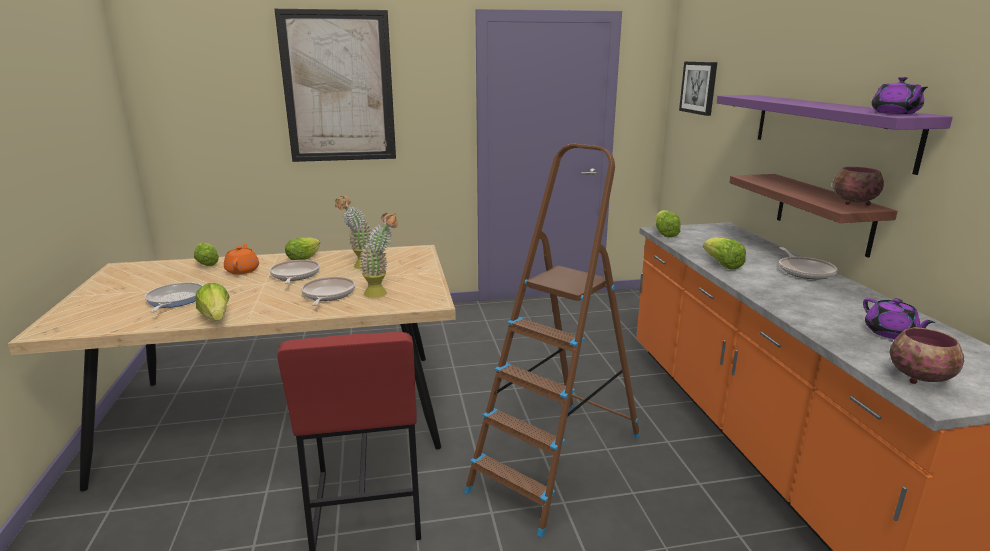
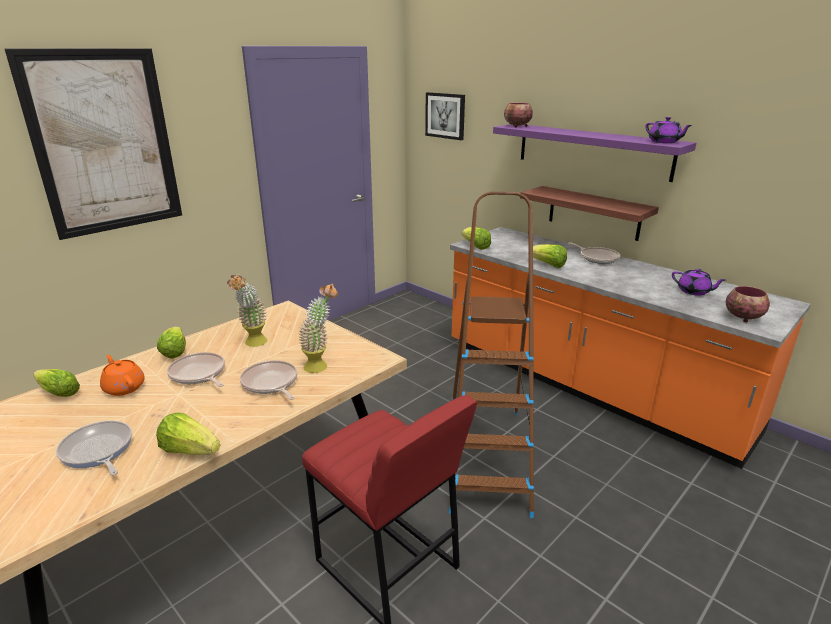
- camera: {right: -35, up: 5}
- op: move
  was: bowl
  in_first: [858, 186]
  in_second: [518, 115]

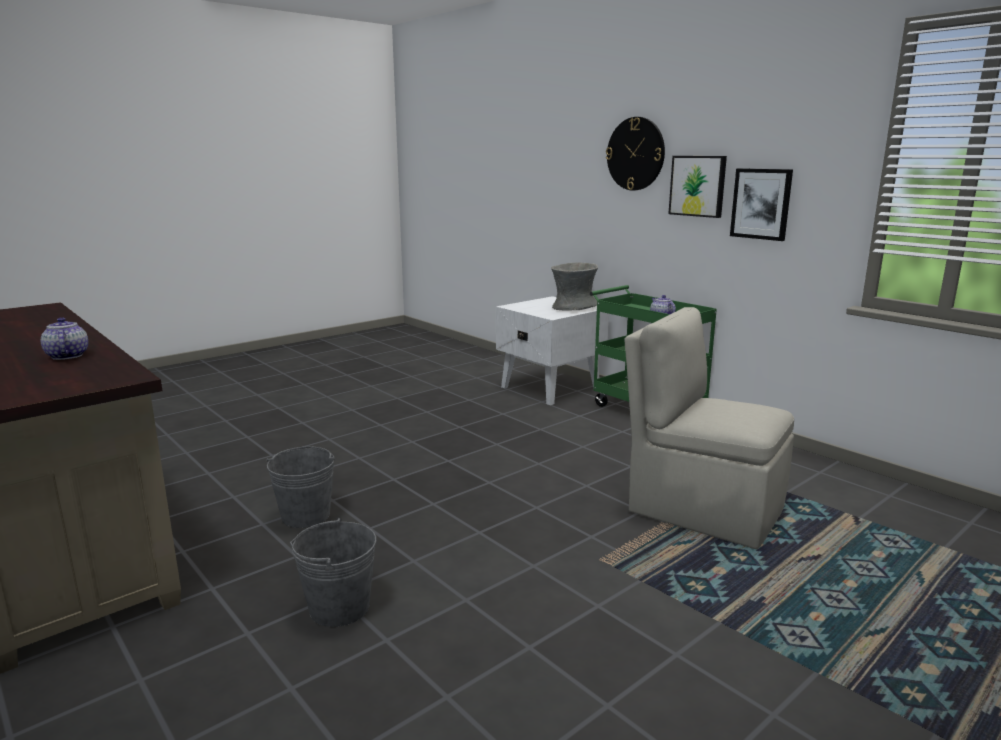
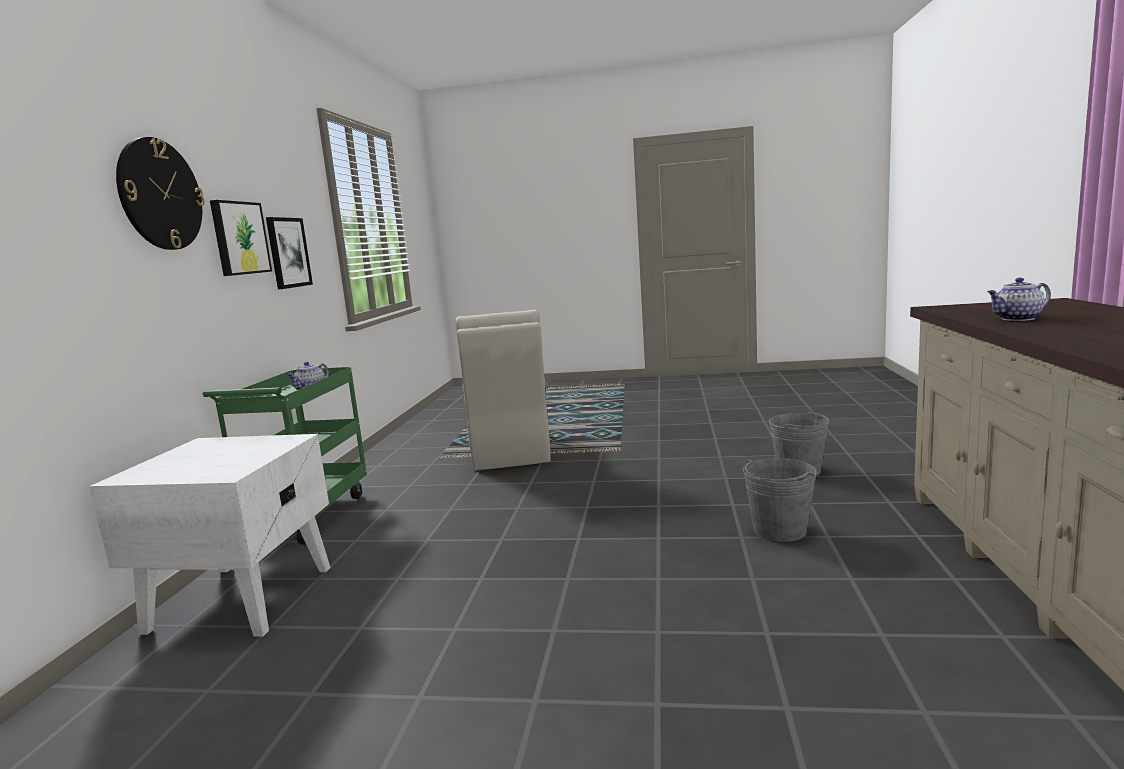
- camera: {right: -130, up: -5}
- op: rotate
  was: teapot
  in_first: [64, 338]
  in_second: [1019, 299]
  clockwise: 60
- op: delete
  was: vase (grey)
  in_first: [574, 286]

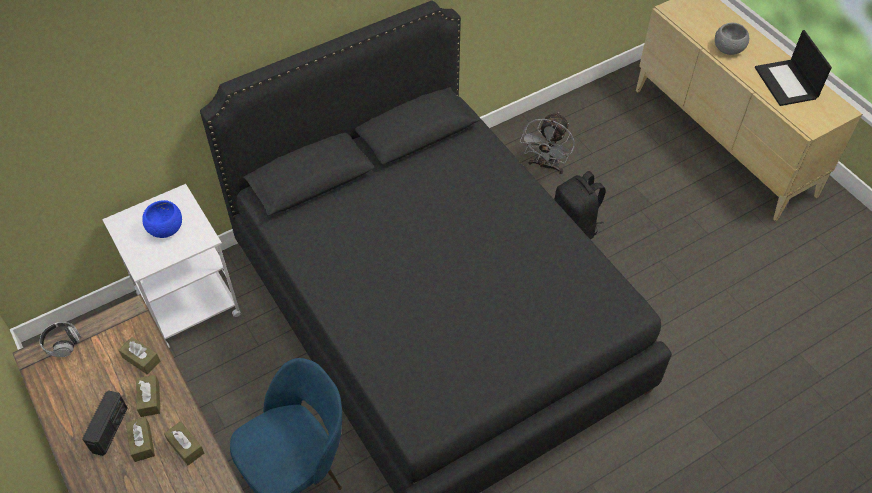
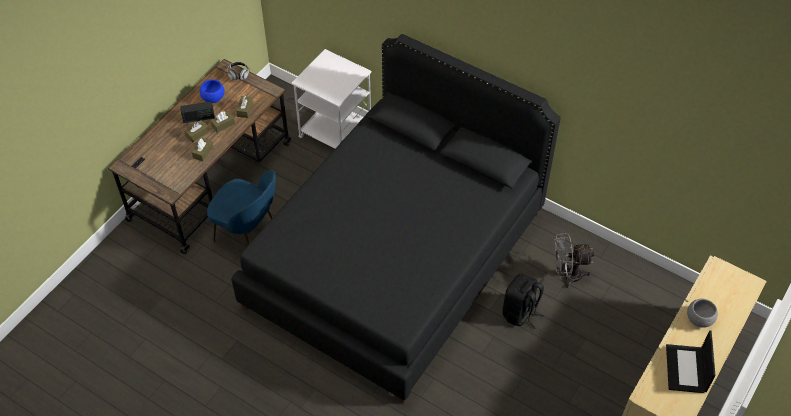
- camera: {right: 65, up: 0}
- op: move
  was: bowl (blue)
  in_first: [162, 219]
  in_second: [212, 91]
- op: rotate
  was: laptop
  in_first: [793, 68]
  in_second: [690, 361]
  clockwise: -45

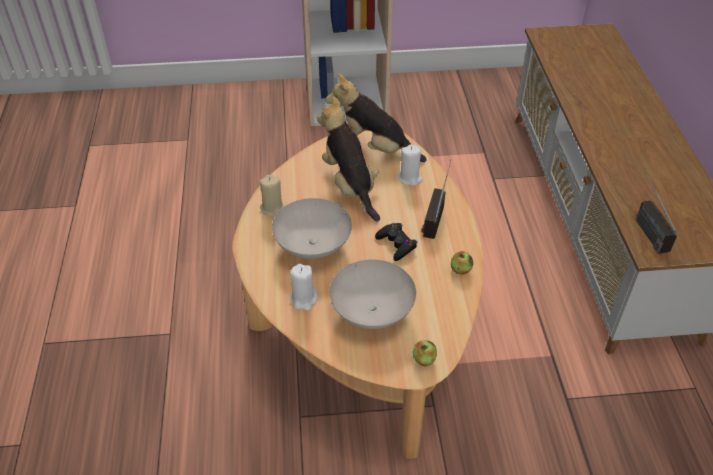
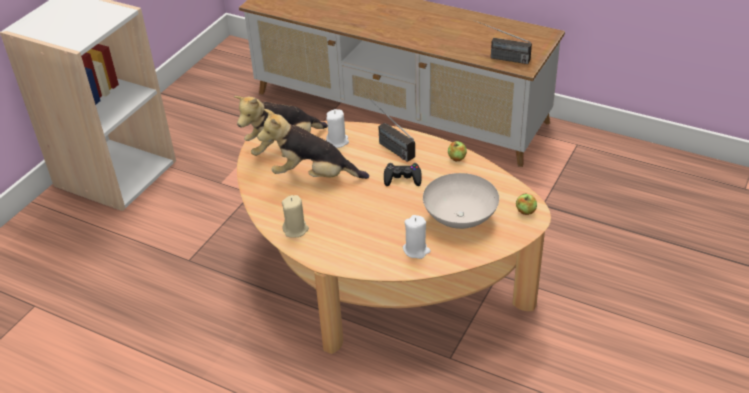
- camera: {right: -55, up: -5}
- op: delete
  was: bowl (white)
  in_first: [312, 228]

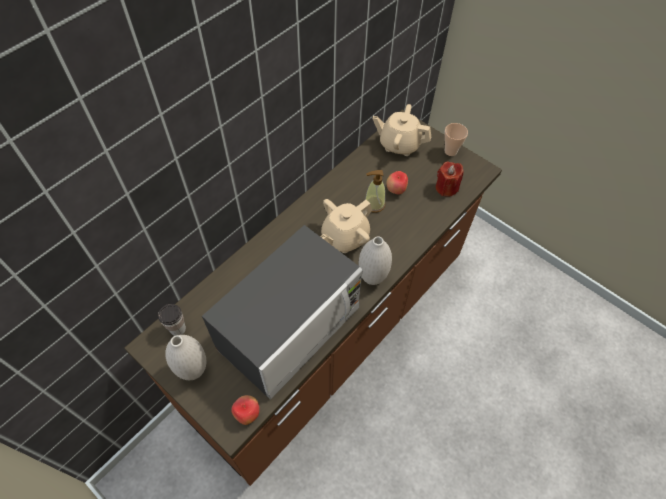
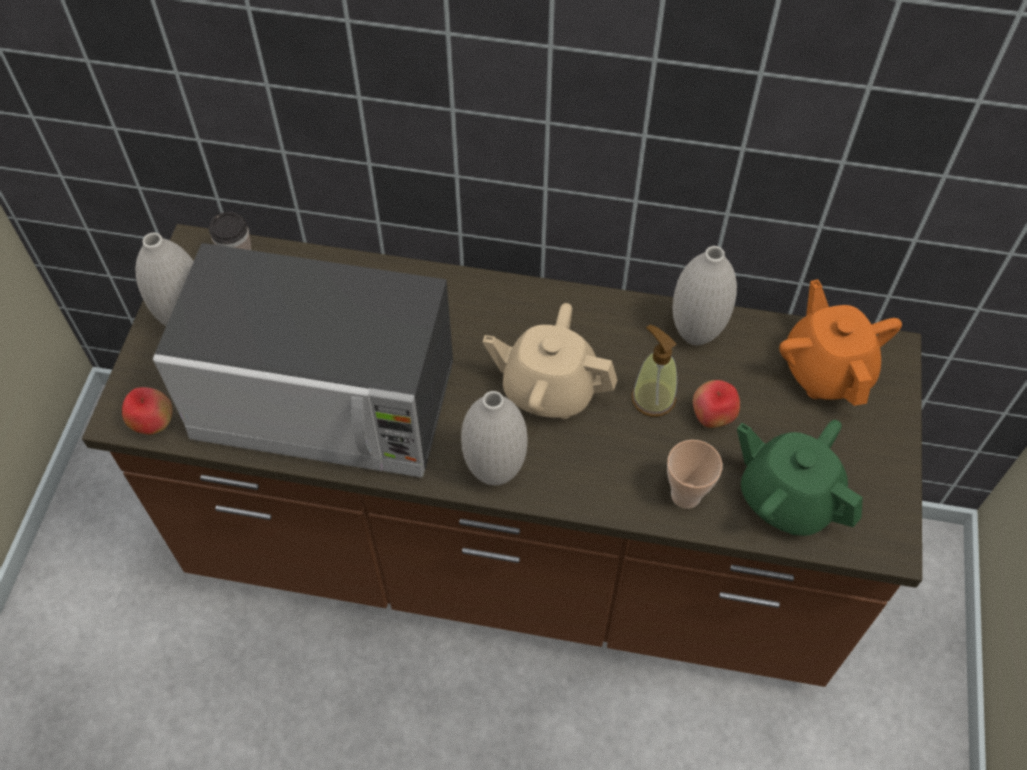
- camera: {right: 60, up: 0}
- op: move
  was: cup
  in_first: [456, 139]
  in_second: [694, 474]
- op: insert
  now: vase (white)
  in_second: [705, 295]
- op: replace
  was: candle (red)
  now: teapot (green)
  in_first: [449, 179]
  in_second: [800, 478]
- op: recolor
  was: teapot (beige)
  now: teapot (orange)
  in_first: [402, 130]
  in_second: [840, 342]

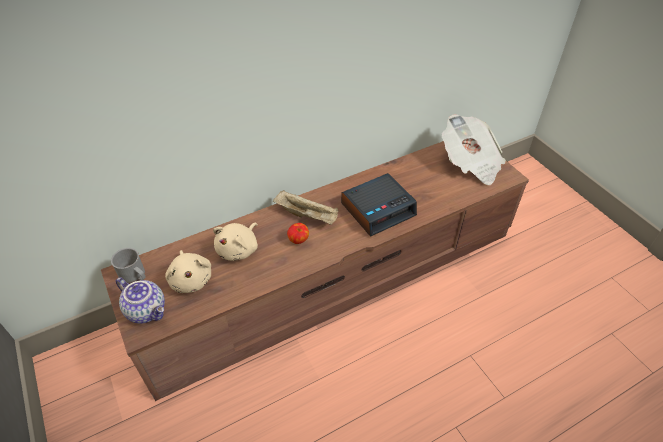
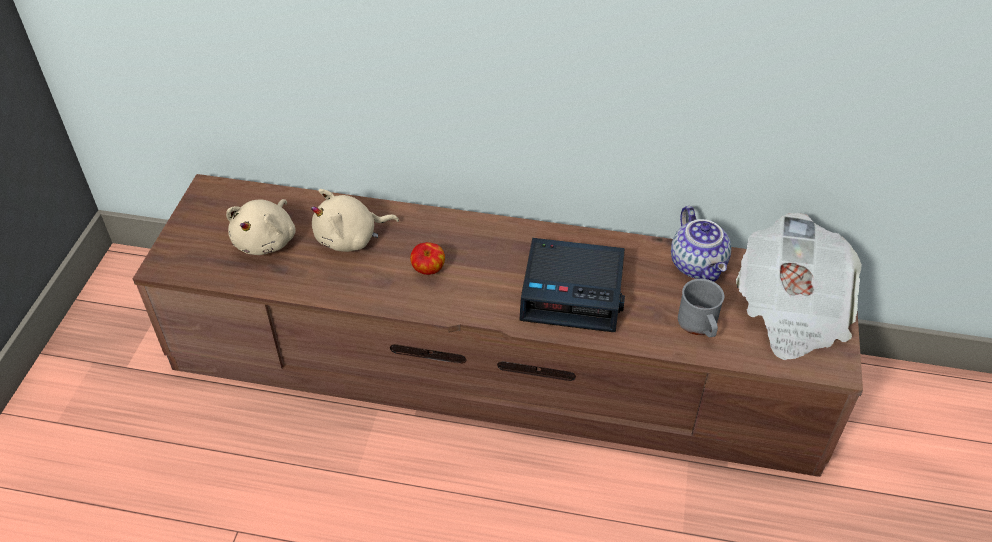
- camera: {right: 40, up: 0}
- op: move
  was: teapot
  in_first: [140, 300]
  in_second: [701, 244]
- op: move
  was: mug (grey)
  in_first: [128, 266]
  in_second: [701, 308]
- op: delete
  was: tray (beige)
  in_first: [306, 207]

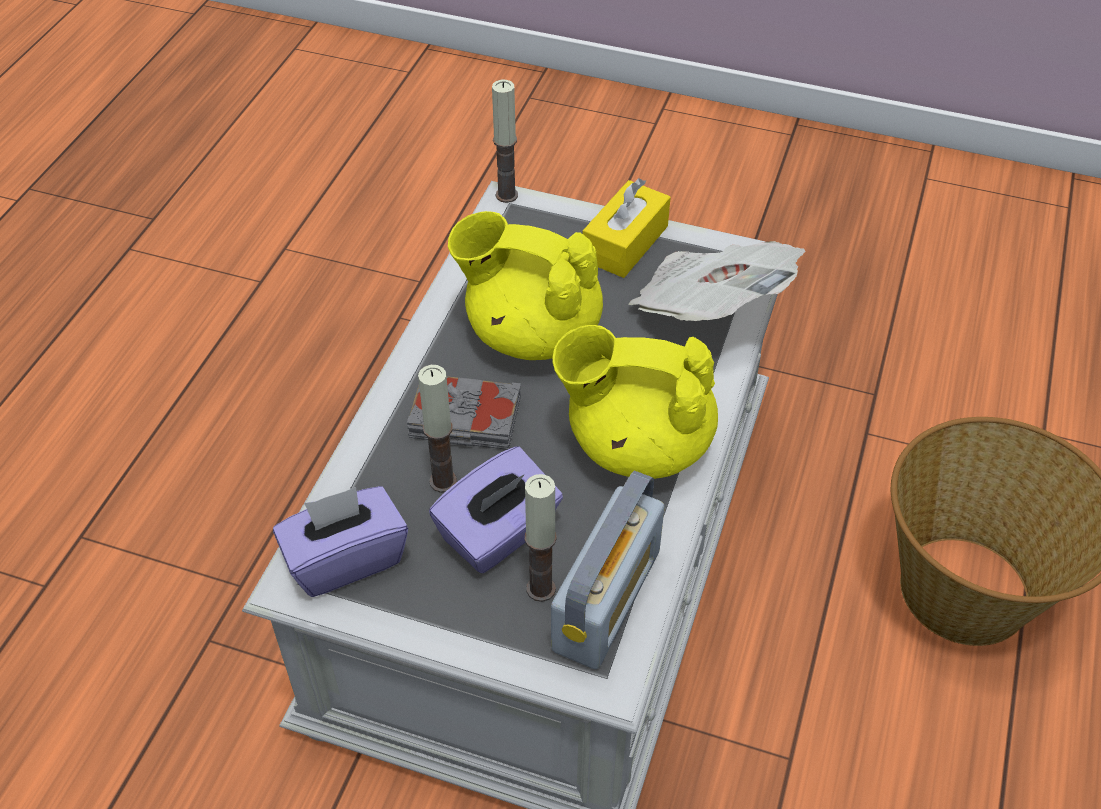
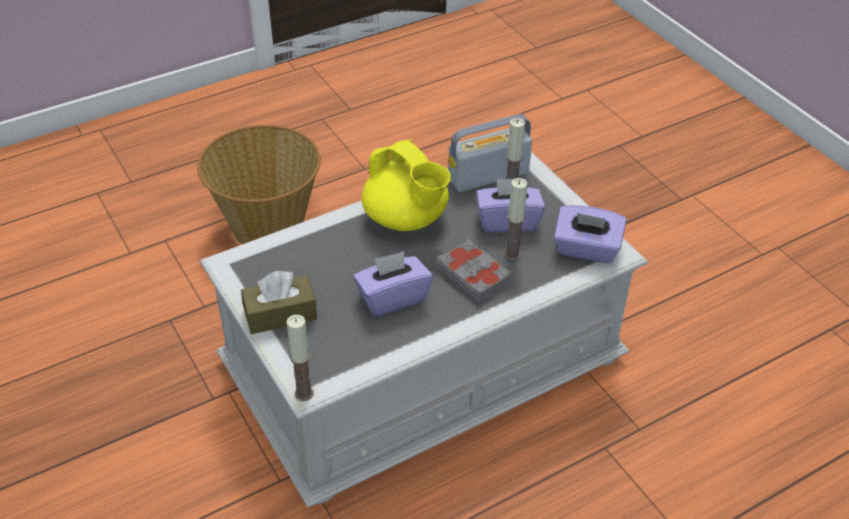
- camera: {right: -140, up: -5}
- op: recolor
  was: tissue box (yellow)
  now: tissue box (brown)
  in_first: [627, 228]
  in_second: [279, 302]
- op: replace
  was: teapot (yellow)
  now: tissue box (purple)
  in_first: [525, 285]
  in_second: [393, 284]
- op: delete
  was: newspaper
  in_first: [717, 281]

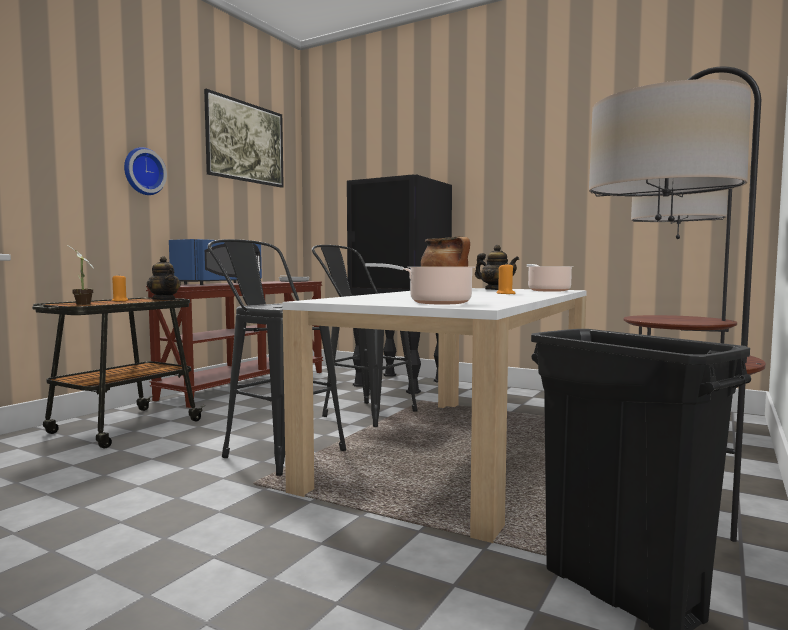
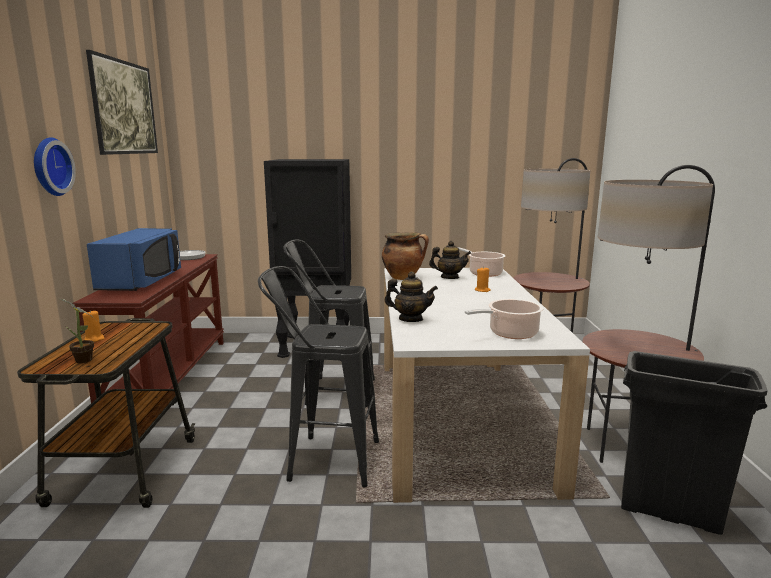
- camera: {right: -30, up: 10}
- op: move
  was: teapot
  in_first: [164, 278]
  in_second: [411, 296]

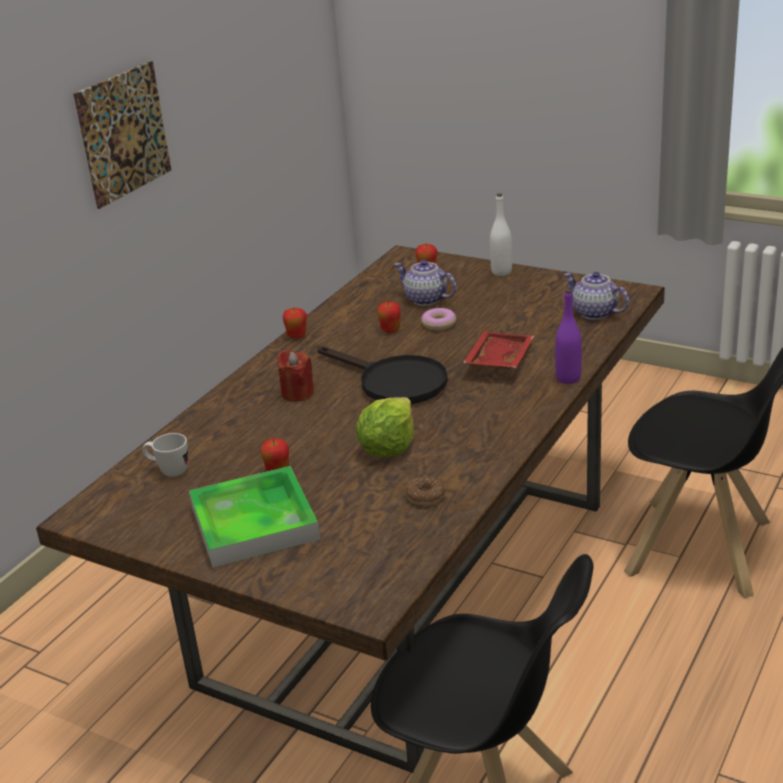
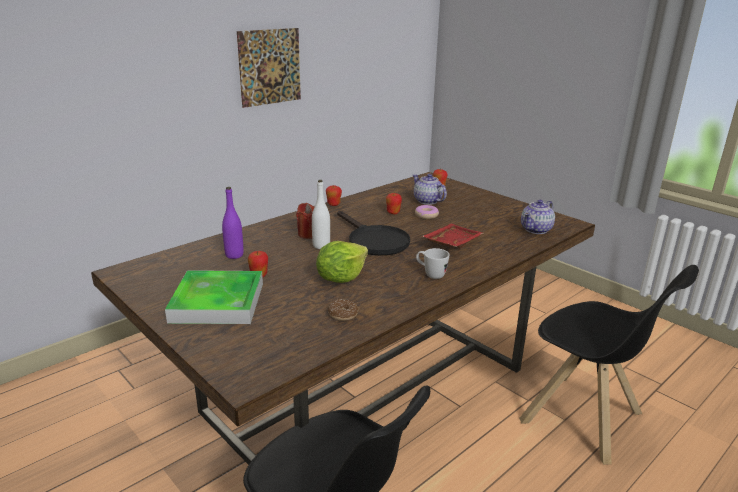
- camera: {right: 15, up: -5}
- op: move
  was: bottle (purple)
  in_first: [568, 336]
  in_second: [232, 223]
- op: move
  was: bottle (white)
  in_first: [501, 234]
  in_second: [321, 214]
- op: move
  was: mug (white)
  in_first: [165, 455]
  in_second: [432, 263]
- op: rotate
  was: teapot
  in_first: [596, 296]
  in_second: [538, 217]
  clockwise: -105

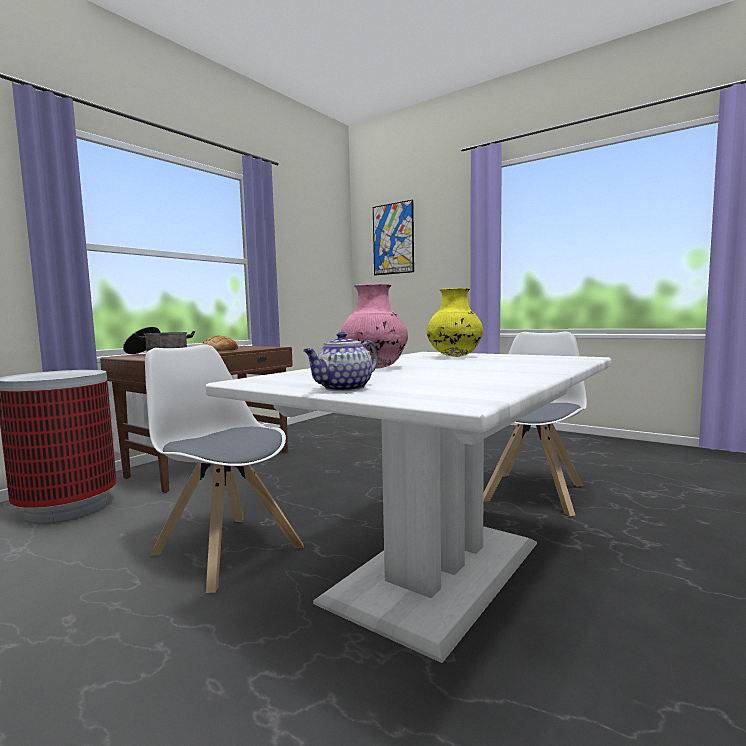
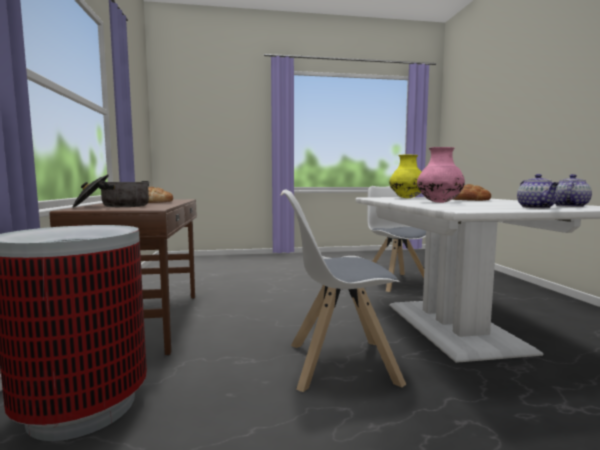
- camera: {right: -45, up: 0}
- op: insert
  now: bread
  in_second: [472, 192]
- op: insert
  now: teapot
  in_second: [573, 190]
- op: delete
  was: picture
  in_first: [393, 238]

